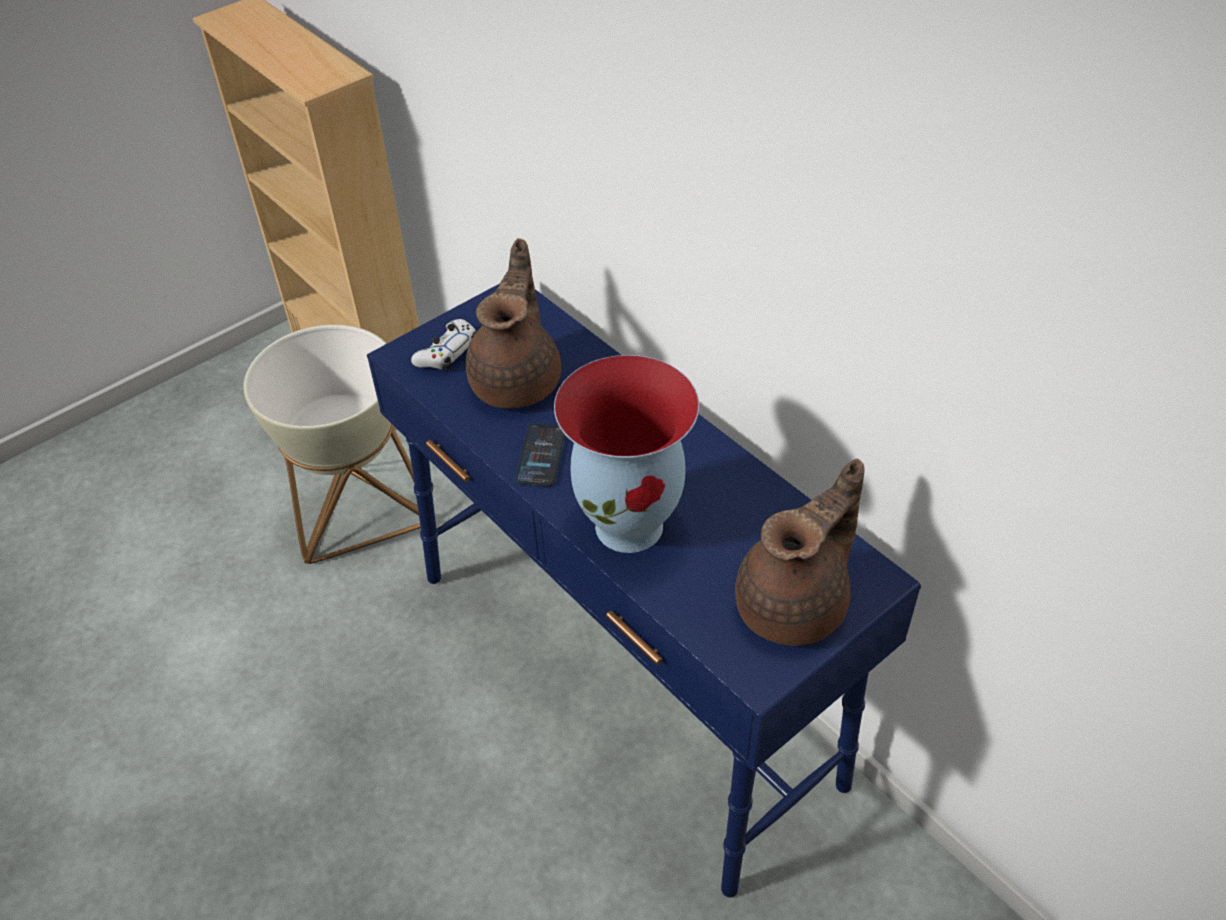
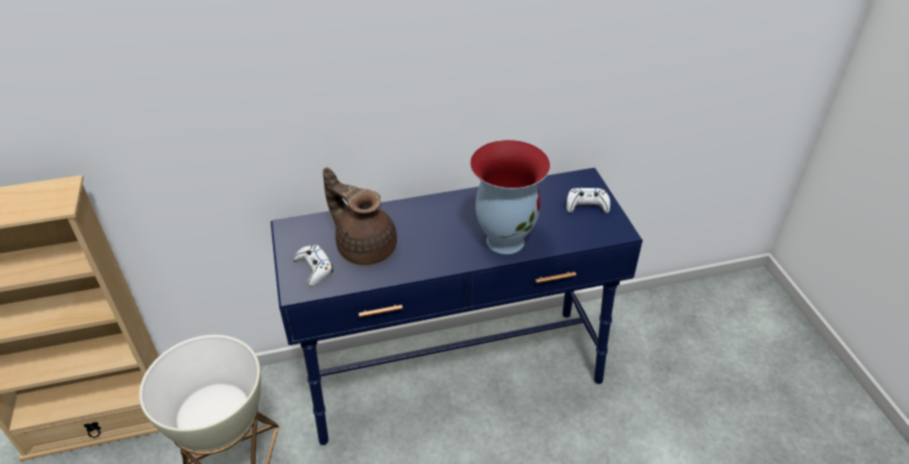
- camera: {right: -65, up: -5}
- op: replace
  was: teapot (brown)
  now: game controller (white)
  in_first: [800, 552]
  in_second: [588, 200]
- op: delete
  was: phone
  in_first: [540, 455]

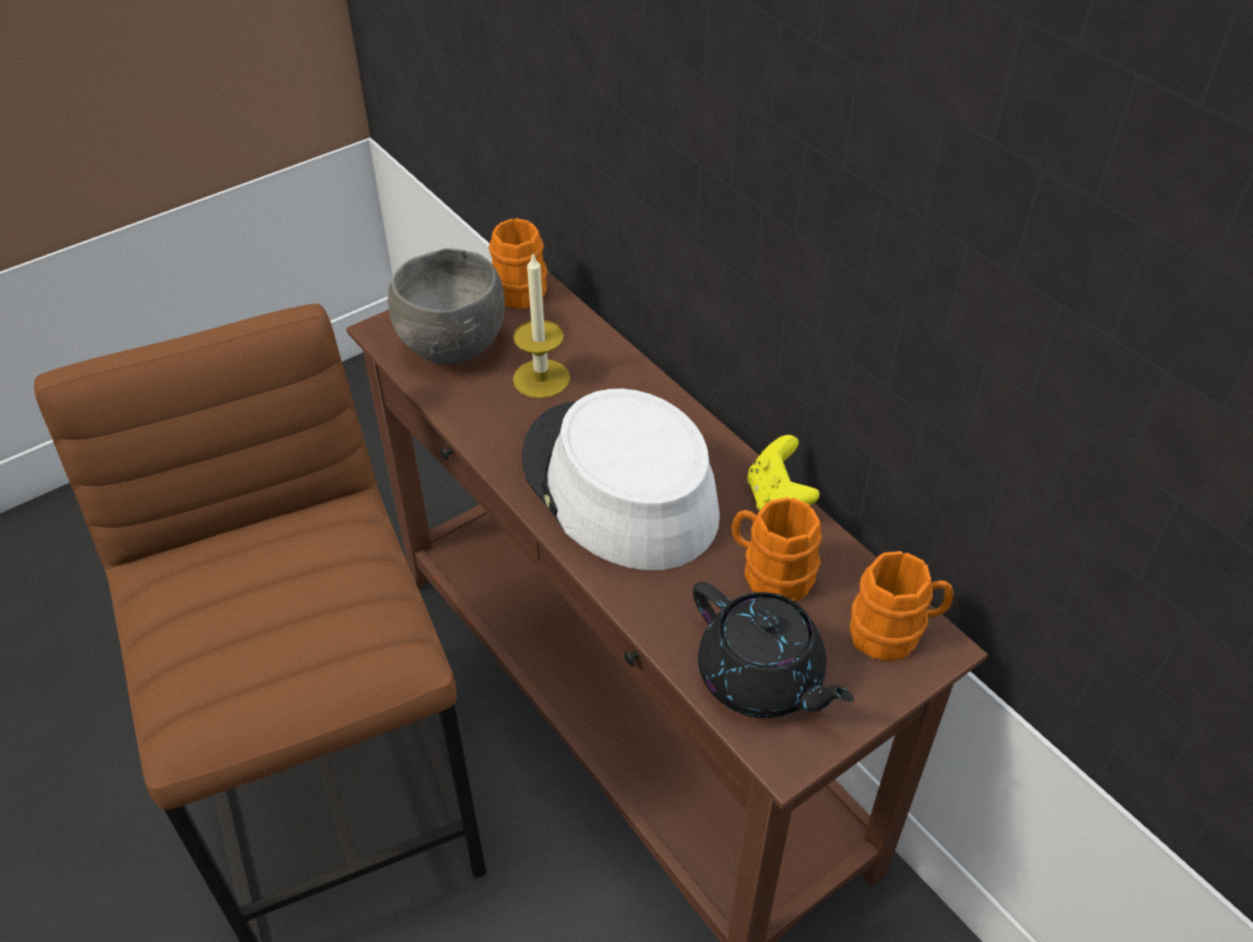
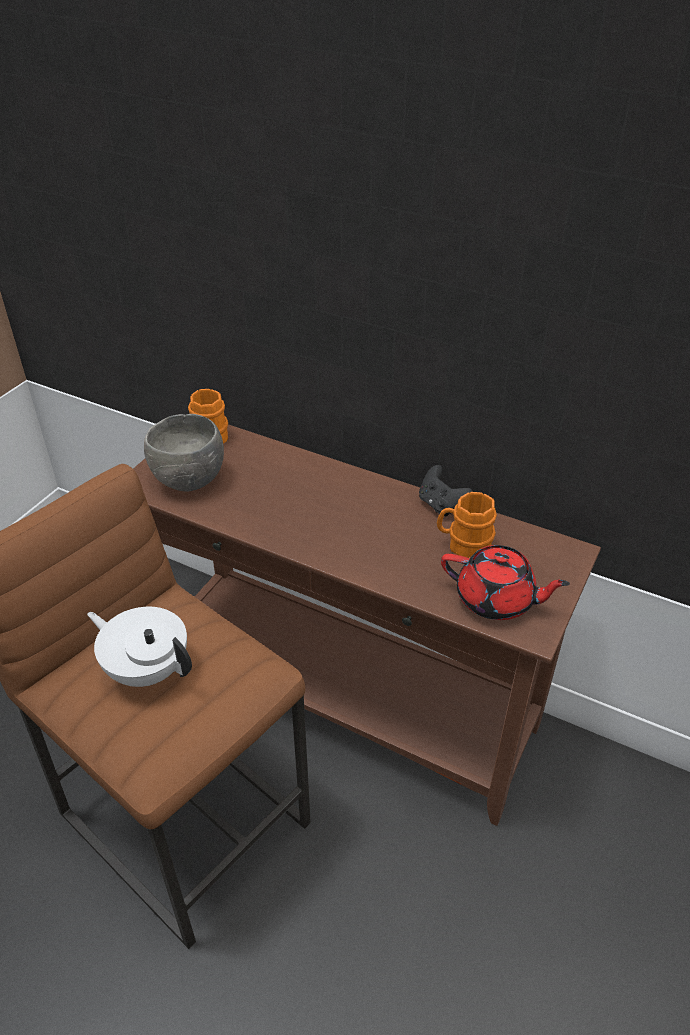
- camera: {right: -25, up: -5}
- op: insert
  now: teapot (white)
  in_second: [139, 647]
- op: recolor
  was: game controller (yellow)
  now: game controller (black)
  in_first: [783, 473]
  in_second: [445, 490]
- op: recolor
  was: teapot (black)
  now: teapot (red)
  in_first: [773, 650]
  in_second: [505, 582]
- op: delete
  was: candle
  in_first: [541, 325]
- op: delete
  was: hat (white)
  in_first: [621, 479]
- op: delete
  was: mug (orange)
  in_first: [901, 606]

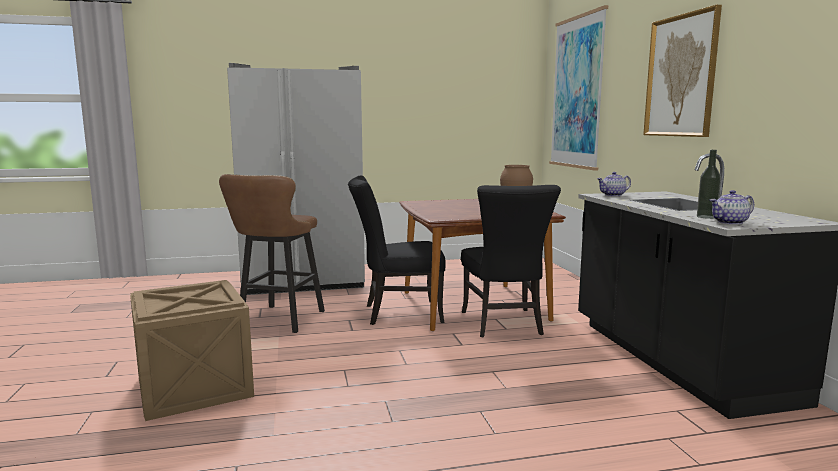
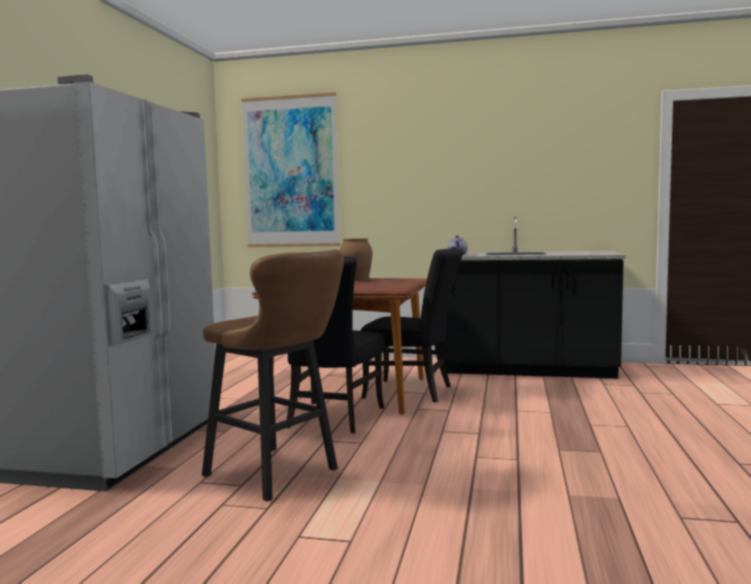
- camera: {right: -65, up: -5}
- op: delete
  was: crate
  in_first: [192, 350]
- op: delete
  was: picture
  in_first: [682, 71]
- op: delete
  was: bottle
  in_first: [709, 184]
- op: delete
  was: teapot
  in_first: [732, 207]

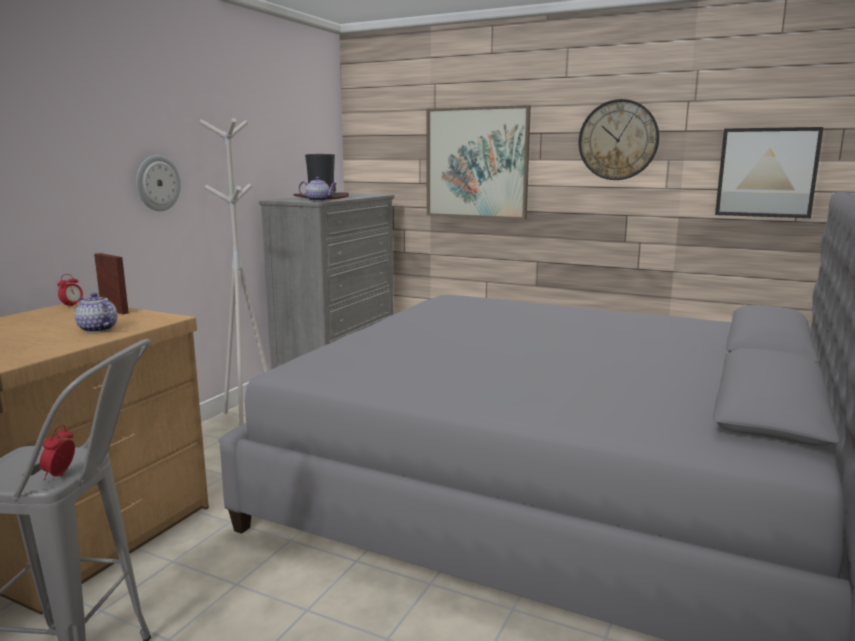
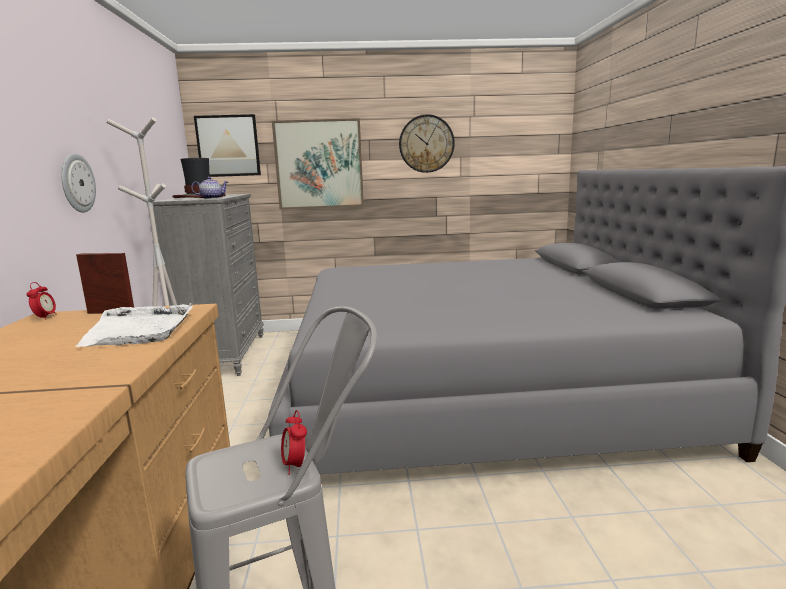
- camera: {right: -30, up: 0}
- op: replace
  was: teapot
  now: tray (white)
  in_first: [96, 313]
  in_second: [134, 325]
- op: move
  was: picture
  in_first: [769, 172]
  in_second: [227, 145]

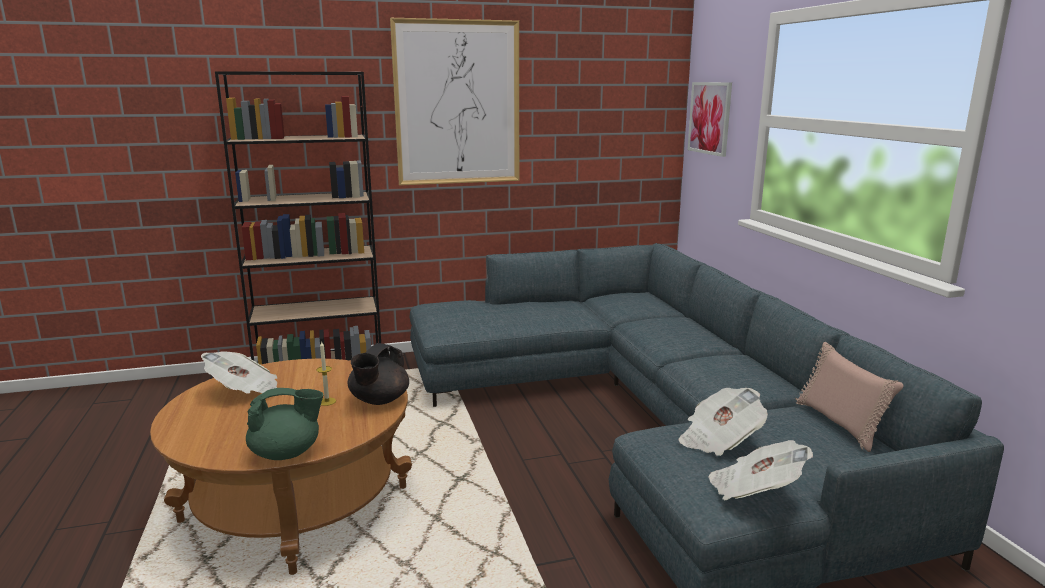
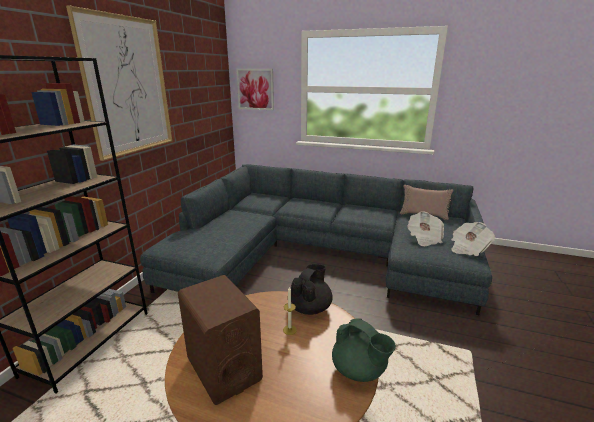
- camera: {right: -55, up: 5}
- op: replace
  was: newspaper
  now: speaker (brown)
  in_first: [239, 372]
  in_second: [220, 340]
- op: rotate
  was: teapot (black)
  in_first: [378, 374]
  in_second: [311, 289]
  clockwise: -120
- op: rotate
  was: teapot (green)
  in_first: [284, 424]
  in_second: [364, 350]
  clockwise: 120

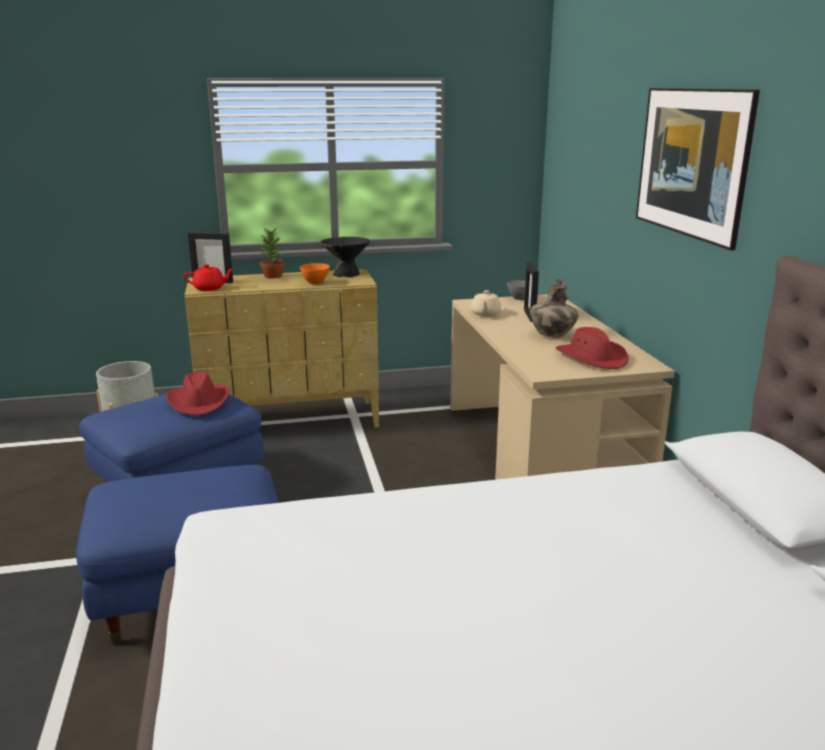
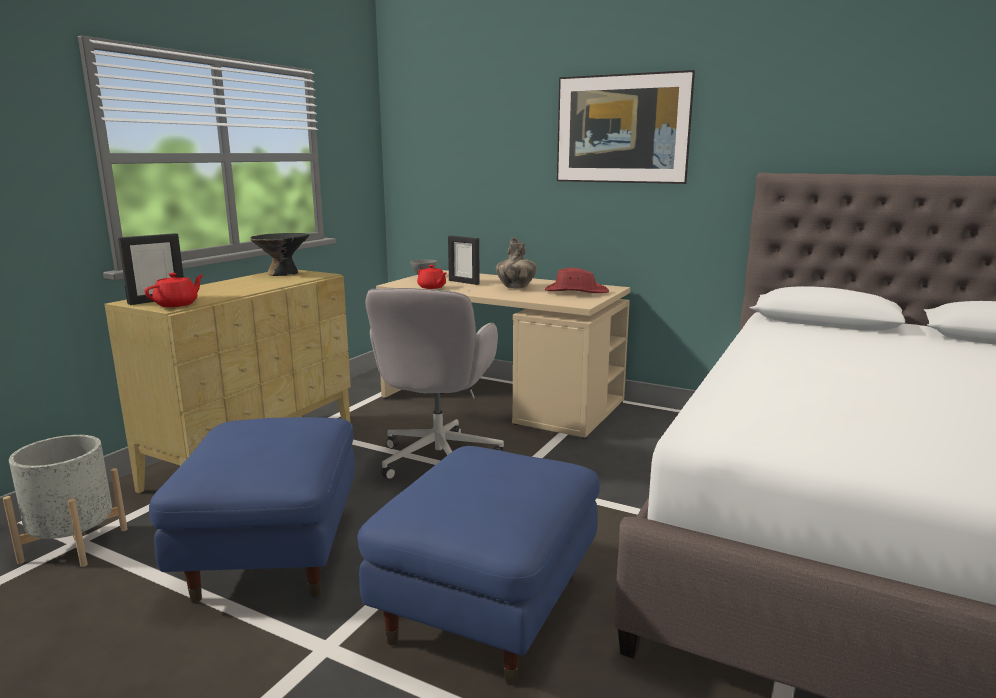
- camera: {right: -50, up: -5}
- op: insert
  now: office chair (grey)
  in_second: [435, 383]
- op: recolor
  was: teapot (beige)
  now: teapot (red)
  in_first: [486, 303]
  in_second: [431, 277]
- op: delete
  was: hat (red)
  in_first: [197, 393]
- op: delete
  was: potted plant
  in_first: [272, 253]
- op: delete
  was: bowl (orange)
  in_first: [315, 273]

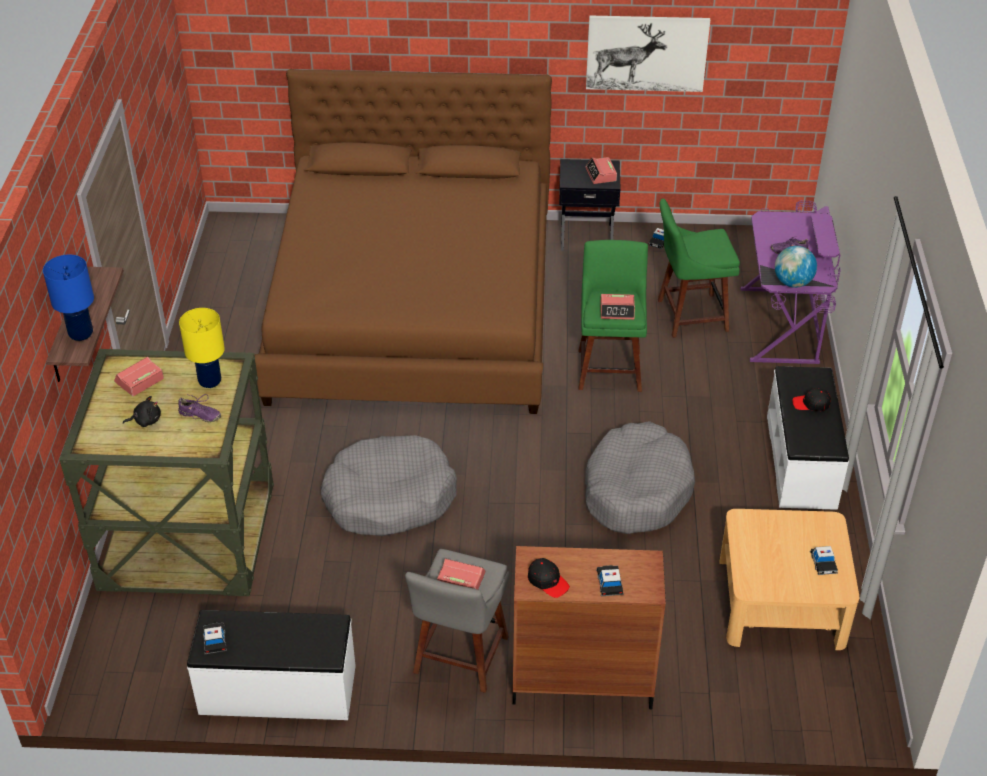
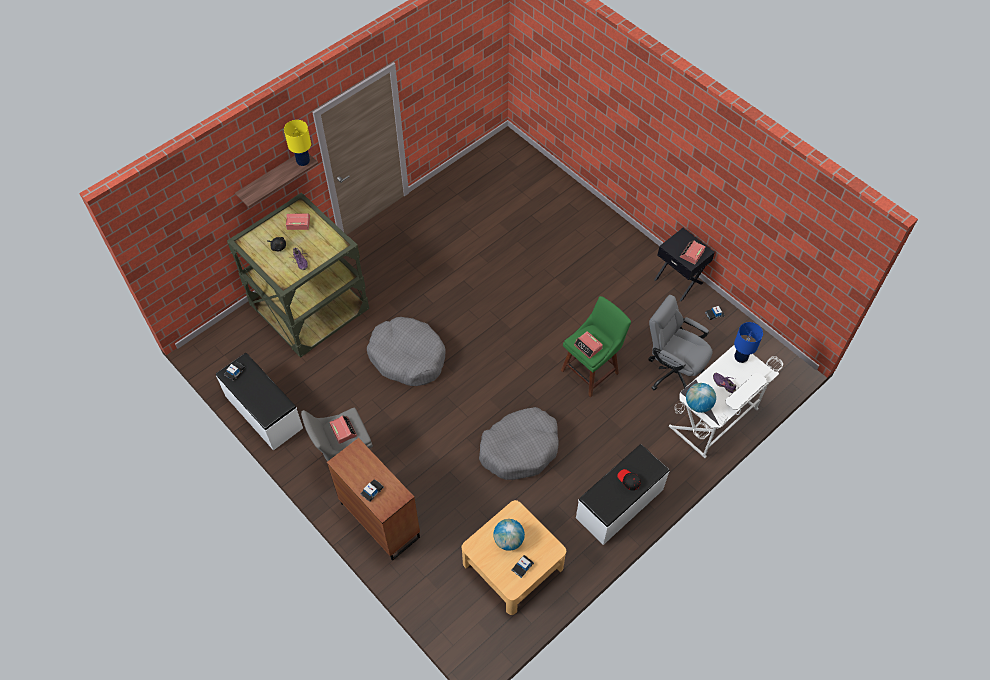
- camera: {right: 45, up: 15}
- op: move
  was: table lamp (yellow)
  in_first: [202, 348]
  in_second: [297, 143]
- op: insert
  now: globe
  in_second: [509, 535]
- op: replace
  was: stool (green)
  now: office chair (grey)
  in_first: [699, 268]
  in_second: [680, 343]
- op: recolor
  was: desk (purple)
  now: desk (white)
  in_first: [791, 282]
  in_second: [726, 401]
- op: move
  was: table lamp (blue)
  in_first: [68, 298]
  in_second: [748, 342]
- op: delete
  was: bed (brown)
  in_first: [403, 241]
- op: delete
  was: cap (black)
  in_first: [549, 578]
- op: delete
  was: picture
  in_first: [648, 54]

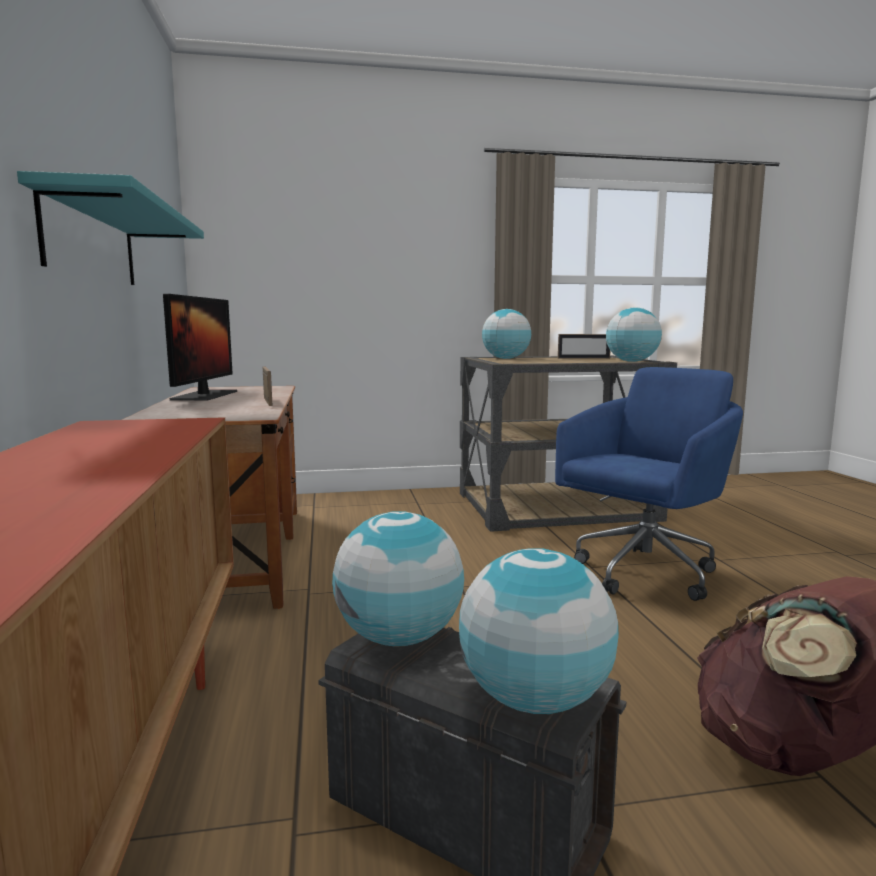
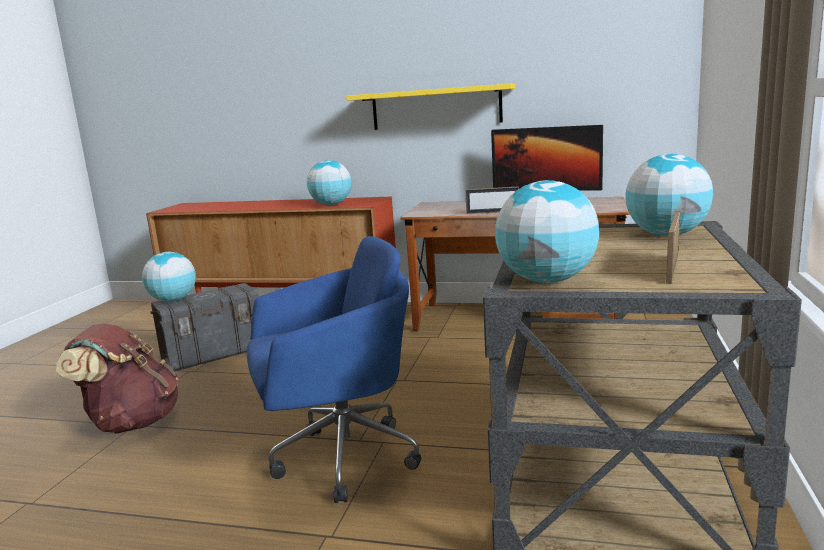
- camera: {right: 115, up: 5}
- op: rotate
  was: office chair (blue)
  in_first: [649, 484]
  in_second: [334, 369]
  clockwise: -90
- op: move
  was: globe
  in_first: [398, 579]
  in_second: [329, 182]
- op: recolor
  was: shelf (turquoise)
  now: shelf (yellow)
  in_first: [110, 228]
  in_second: [431, 106]

